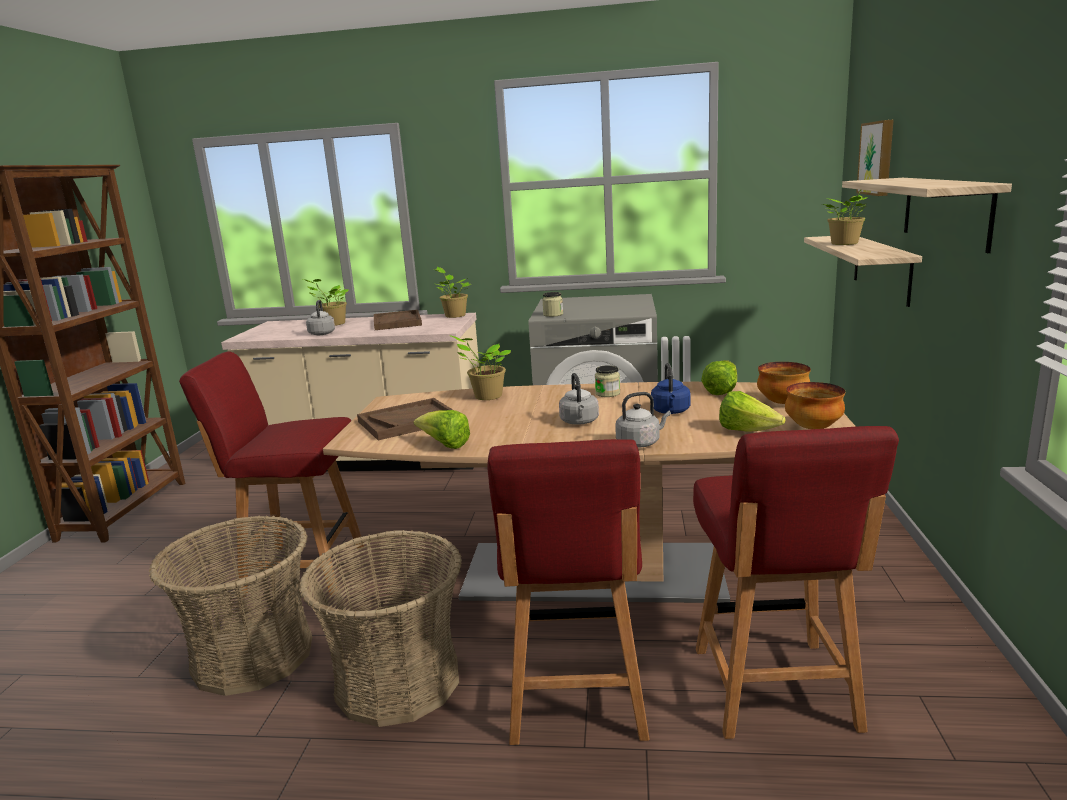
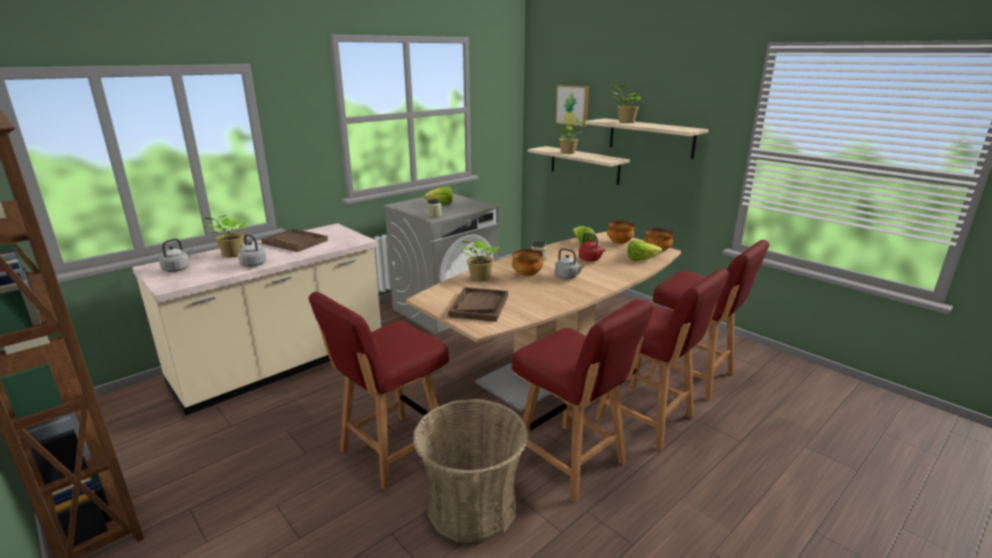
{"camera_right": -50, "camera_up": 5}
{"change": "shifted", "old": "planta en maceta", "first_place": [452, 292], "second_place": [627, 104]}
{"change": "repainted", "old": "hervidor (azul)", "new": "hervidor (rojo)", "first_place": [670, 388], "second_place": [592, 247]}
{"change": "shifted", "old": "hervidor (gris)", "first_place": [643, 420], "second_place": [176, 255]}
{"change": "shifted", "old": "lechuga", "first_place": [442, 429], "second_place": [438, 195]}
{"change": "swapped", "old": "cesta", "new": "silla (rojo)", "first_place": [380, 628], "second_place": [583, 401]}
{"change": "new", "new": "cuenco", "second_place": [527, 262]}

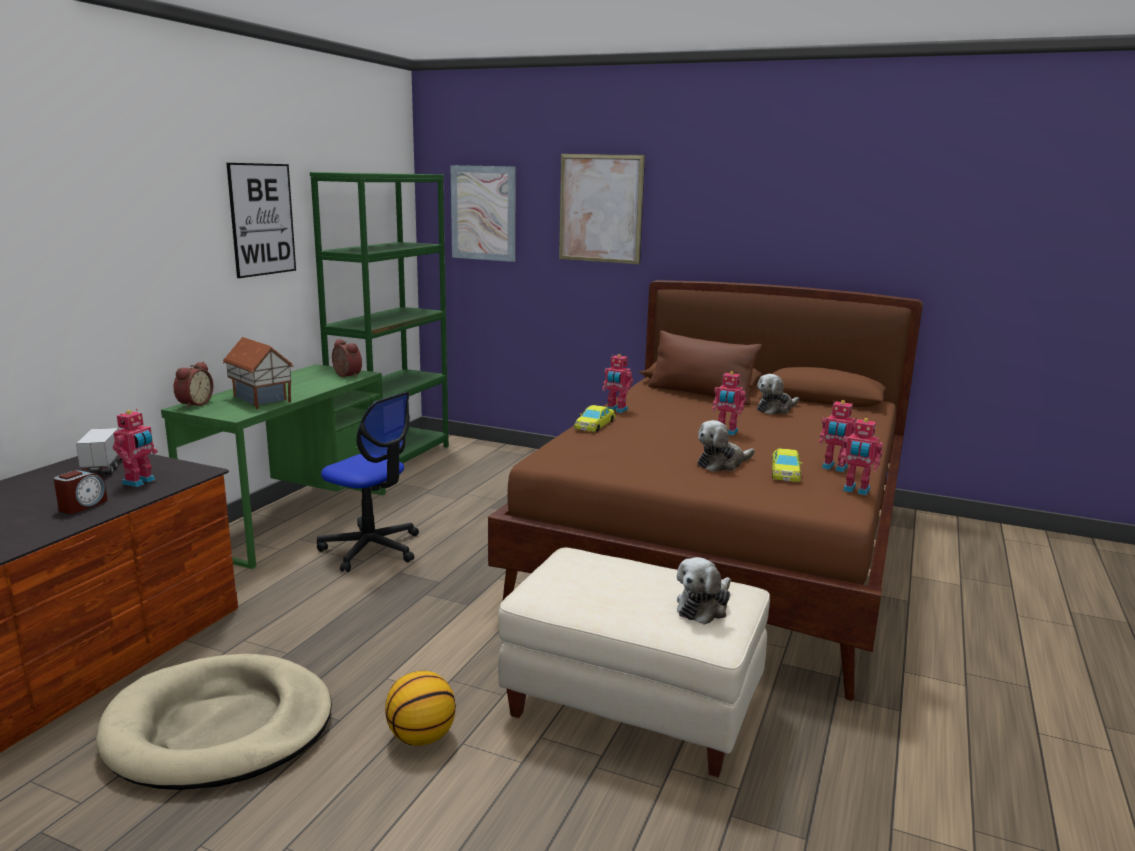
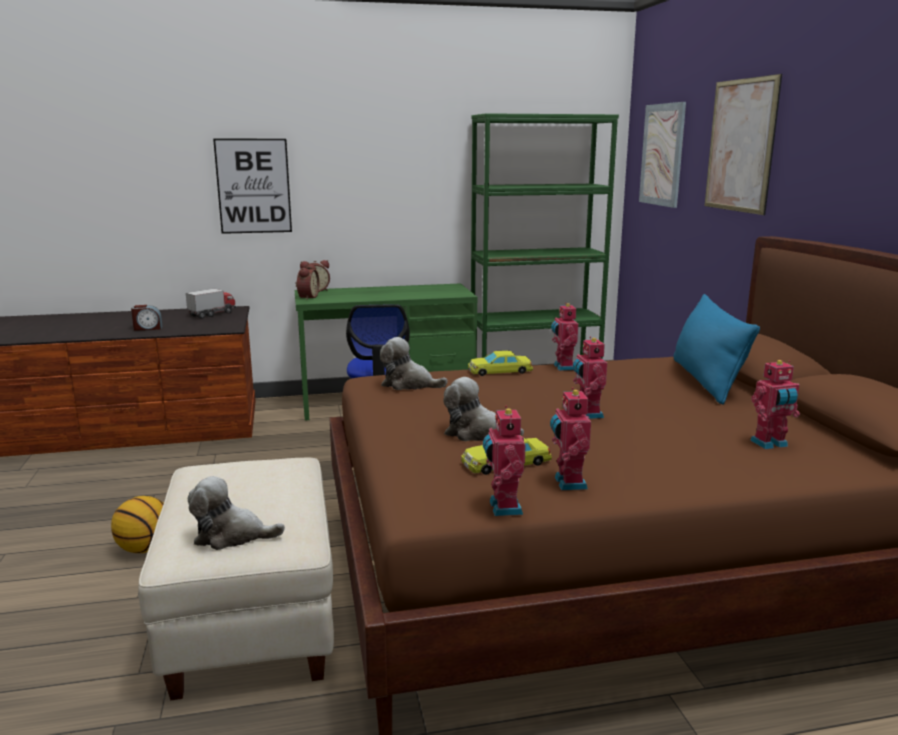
{"camera_right": 55, "camera_up": 0}
{"change": "shifted", "old": "cuadro", "first_place": [261, 220], "second_place": [252, 186]}
{"change": "repainted", "old": "cojín (marrón)", "new": "cojín (azul)", "first_place": [705, 368], "second_place": [717, 349]}
{"change": "gone", "old": "casita", "first_place": [258, 373]}
{"change": "shifted", "old": "despertador", "first_place": [347, 358], "second_place": [307, 282]}
{"change": "shifted", "old": "peluche", "first_place": [778, 394], "second_place": [414, 363]}
{"change": "shifted", "old": "robot de juguete", "first_place": [135, 448], "second_place": [775, 404]}
{"change": "gone", "old": "cama para perro (beis)", "first_place": [214, 722]}

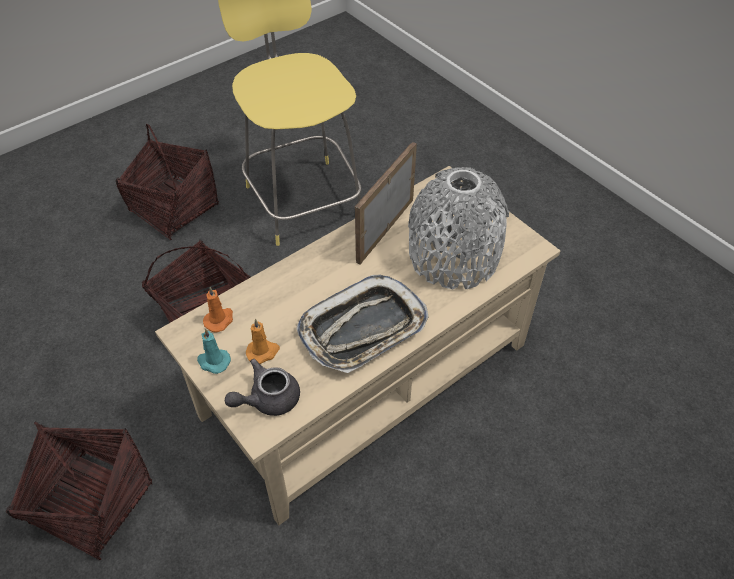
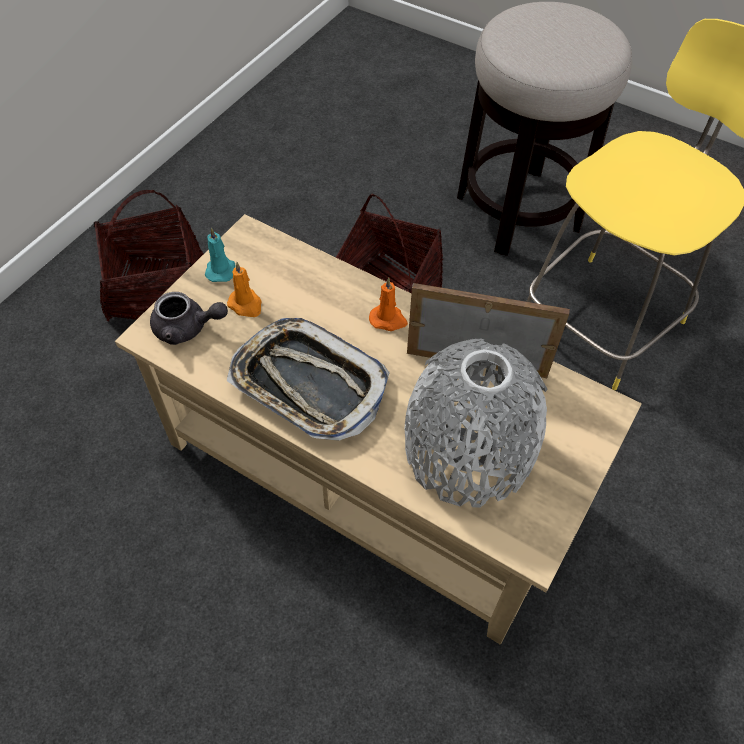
{"camera_right": 70, "camera_up": 5}
{"change": "swapped", "old": "cesta", "new": "taburete", "first_place": [167, 182], "second_place": [544, 129]}
{"change": "shifted", "old": "vela (naranja)", "first_place": [218, 310], "second_place": [388, 304]}
{"change": "rotated", "old": "tetera (gris)", "first_place": [262, 387], "second_place": [189, 318], "degrees": 150}

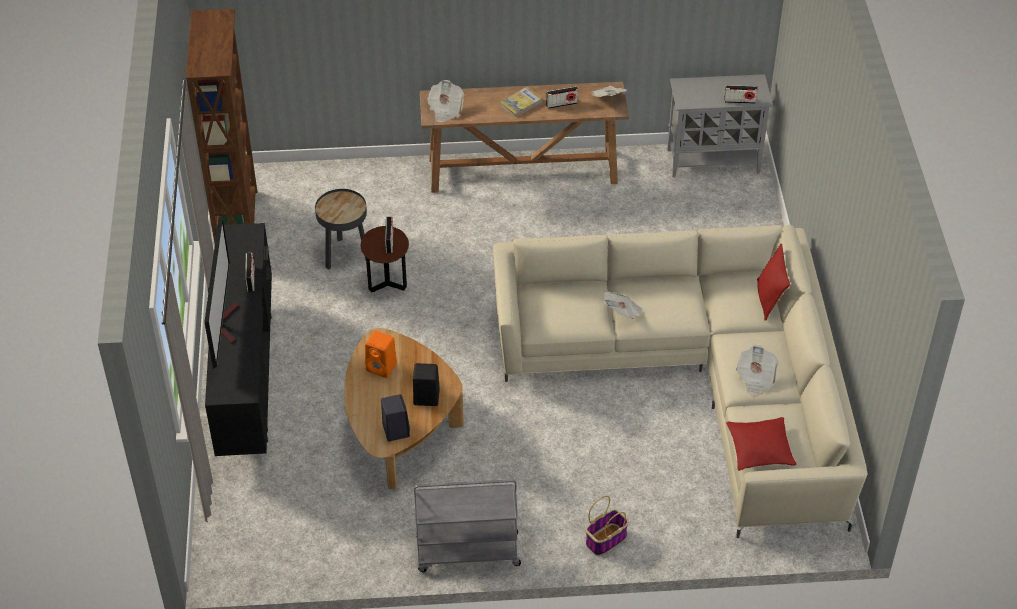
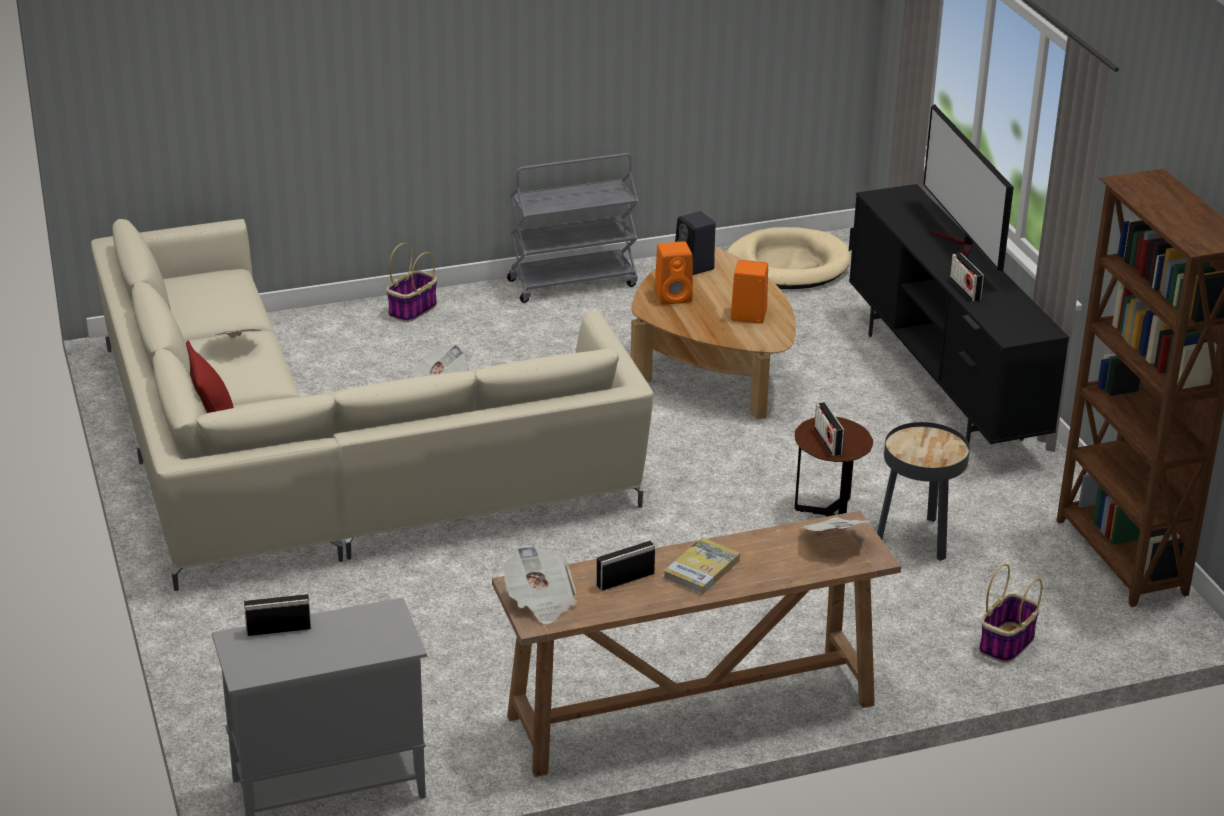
{"camera_right": 165, "camera_up": -15}
{"change": "repainted", "old": "altavoz (negro)", "new": "altavoz (naranja)", "first_place": [426, 384], "second_place": [674, 273]}
{"change": "gone", "old": "cojín (rojo)", "first_place": [761, 444]}
{"change": "new", "new": "cama para perro (beis)", "second_place": [789, 258]}
{"change": "new", "new": "cesta", "second_place": [1011, 613]}

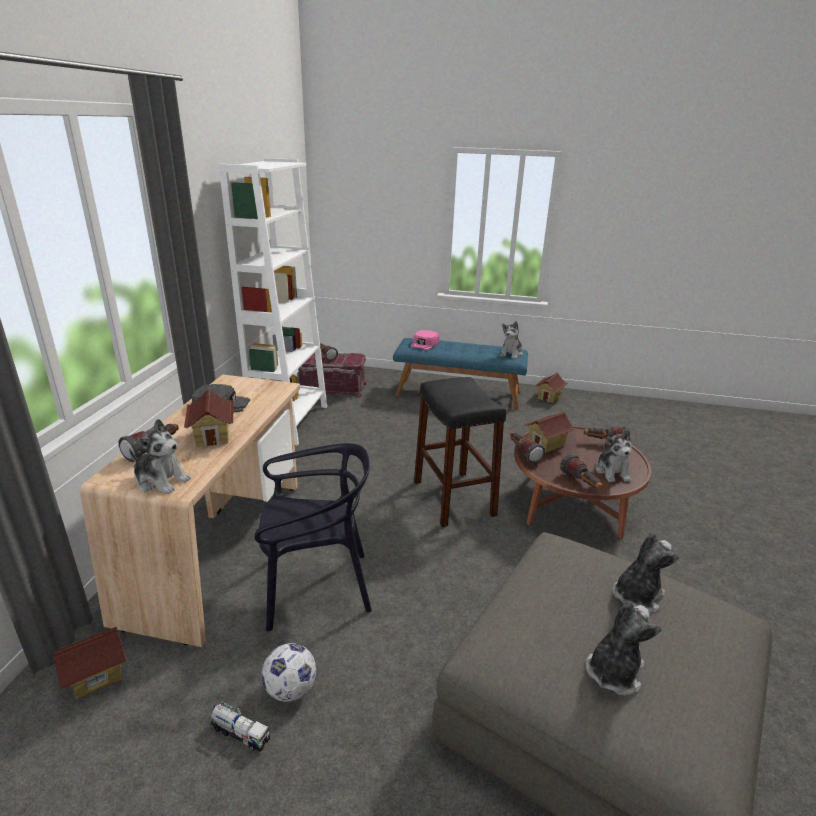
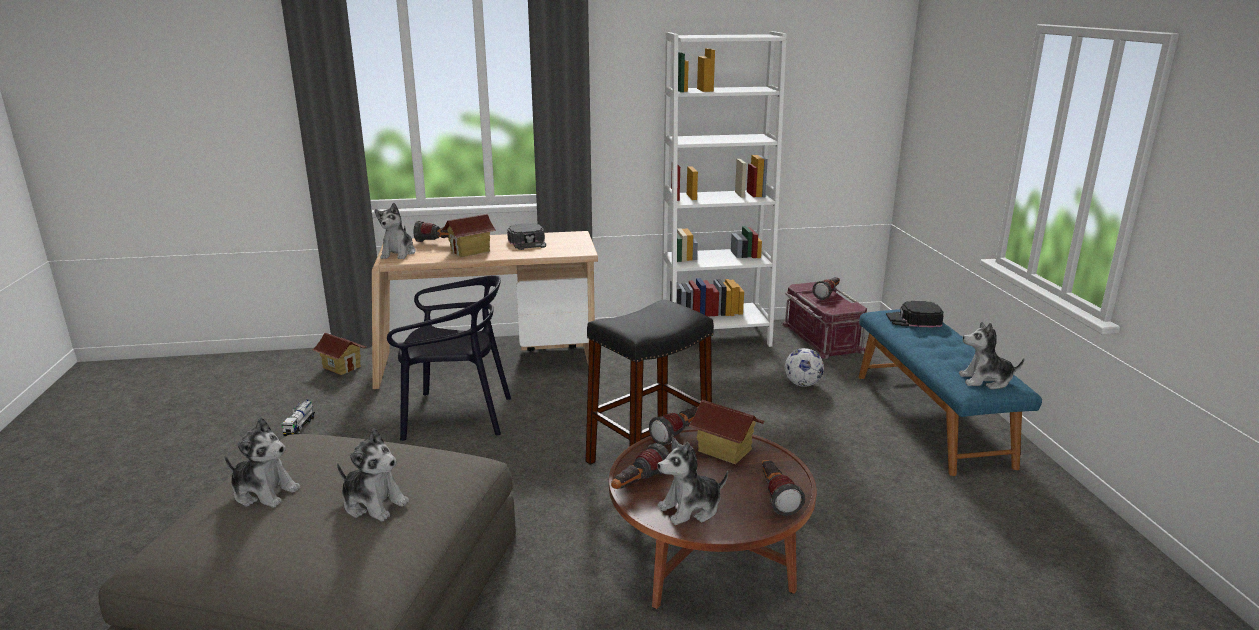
{"camera_right": 70, "camera_up": -5}
{"change": "repainted", "old": "gorra (rosa)", "new": "gorra (negro)", "first_place": [424, 340], "second_place": [914, 314]}
{"change": "gone", "old": "casita", "first_place": [551, 388]}
{"change": "rotated", "old": "silla (negro)", "first_place": [313, 537], "second_place": [449, 358], "degrees": -60}
{"change": "shifted", "old": "balón de fútbol", "first_place": [289, 672], "second_place": [804, 367]}

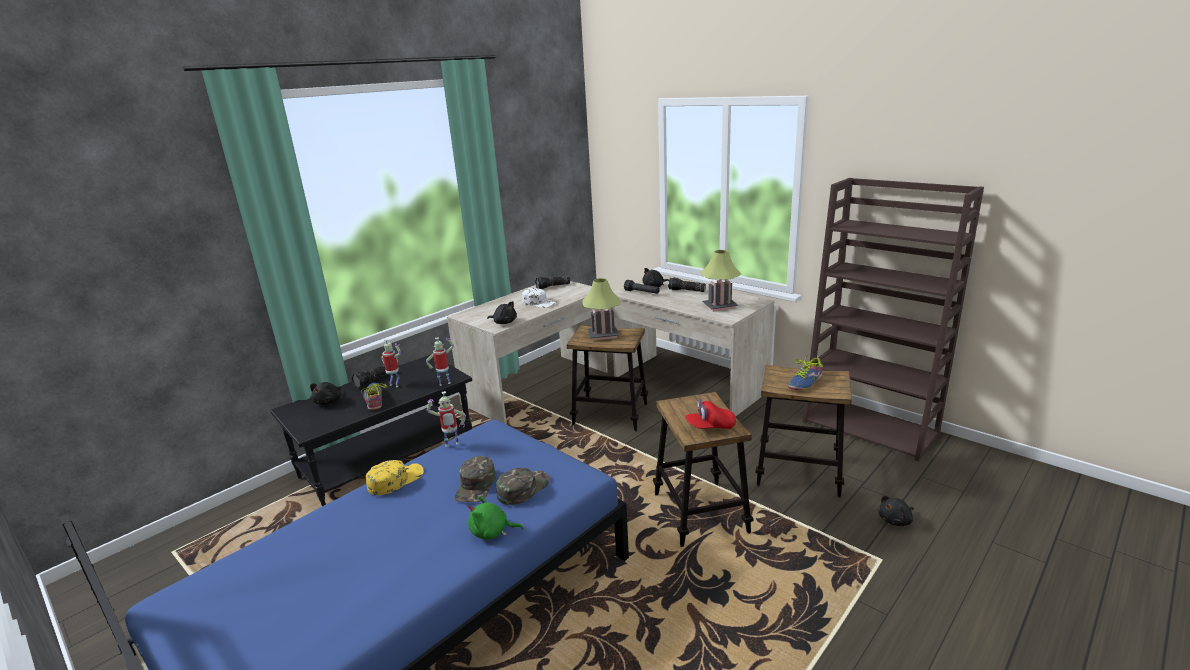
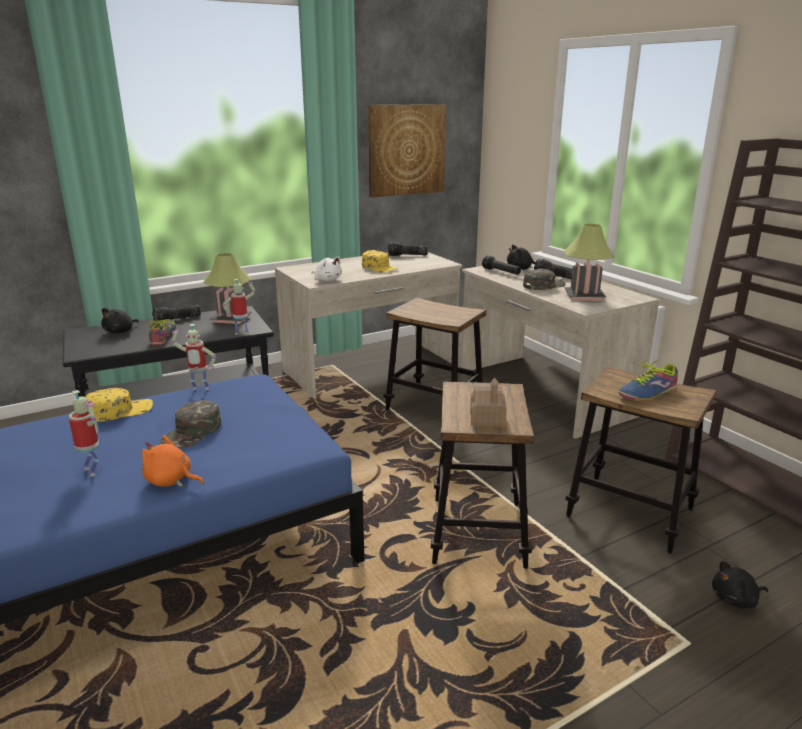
{"camera_right": 15, "camera_up": 0}
{"change": "shifted", "old": "lámpara de mesa", "first_place": [601, 309], "second_place": [227, 288]}
{"change": "repainted", "old": "gorra (blanco)", "new": "gorra (amarillo)", "first_place": [539, 298], "second_place": [379, 261]}
{"change": "repainted", "old": "peluche (negro)", "new": "peluche (blanco)", "first_place": [502, 312], "second_place": [327, 268]}
{"change": "shifted", "old": "robot de juguete", "first_place": [391, 363], "second_place": [84, 433]}
{"change": "swapped", "old": "gorra (rojo)", "new": "casita", "first_place": [710, 414], "second_place": [488, 402]}
{"change": "shifted", "old": "gorra (verde)", "first_place": [523, 486], "second_place": [544, 279]}
{"change": "repainted", "old": "peluche (verde)", "new": "peluche (naranja)", "first_place": [496, 517], "second_place": [173, 461]}
{"change": "new", "new": "cuadro", "second_place": [407, 150]}

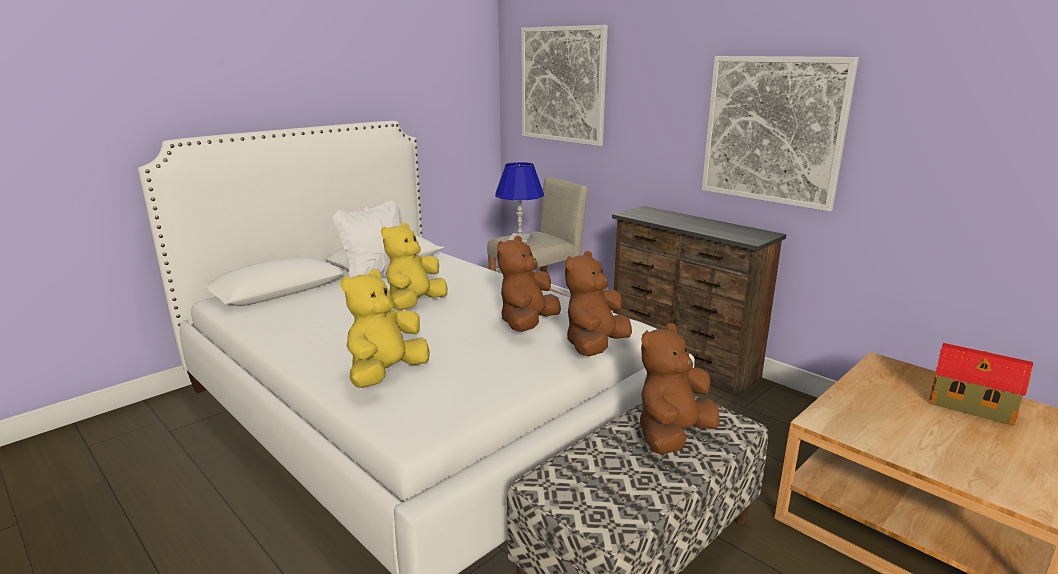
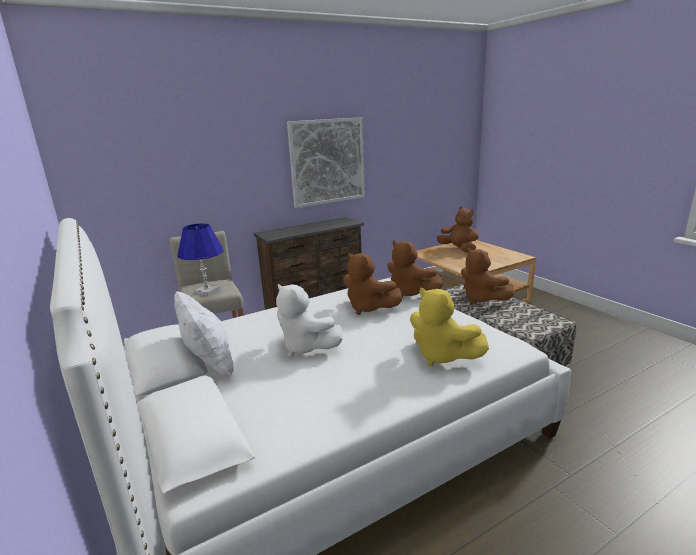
{"camera_right": -75, "camera_up": 0}
{"change": "gone", "old": "cuadro", "first_place": [564, 85]}
{"change": "repainted", "old": "peluche (amarillo)", "new": "peluche (blanco)", "first_place": [414, 266], "second_place": [309, 320]}
{"change": "swapped", "old": "casita", "new": "peluche (marrón)", "first_place": [981, 384], "second_place": [458, 230]}

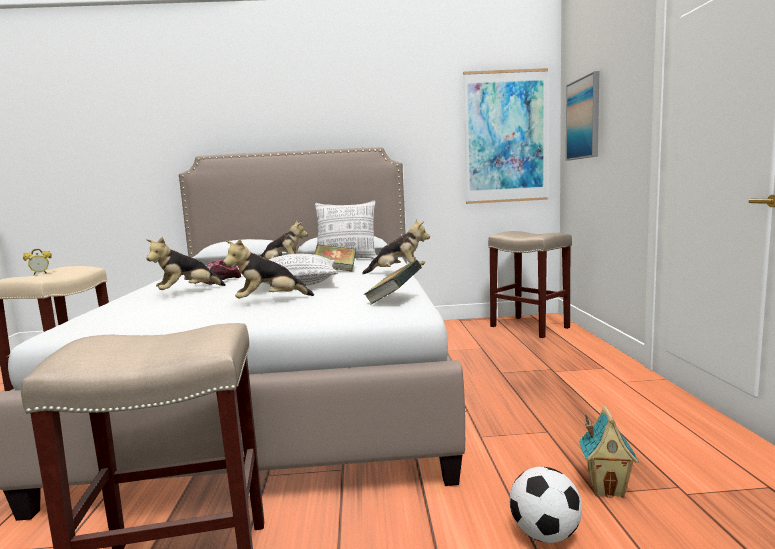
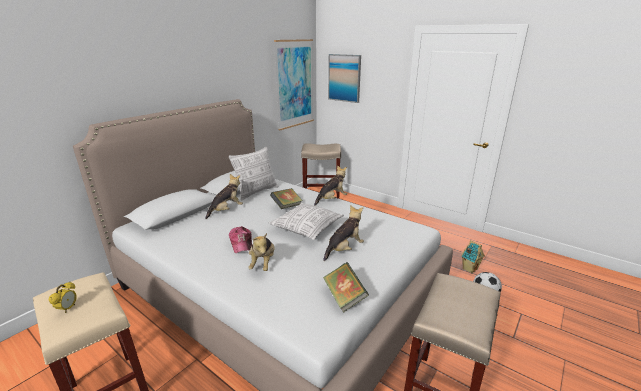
{"camera_right": -50, "camera_up": 15}
{"change": "rotated", "old": "peluche", "first_place": [268, 269], "second_place": [344, 233], "degrees": -150}
{"change": "shifted", "old": "libro", "first_place": [392, 282], "second_place": [346, 287]}

